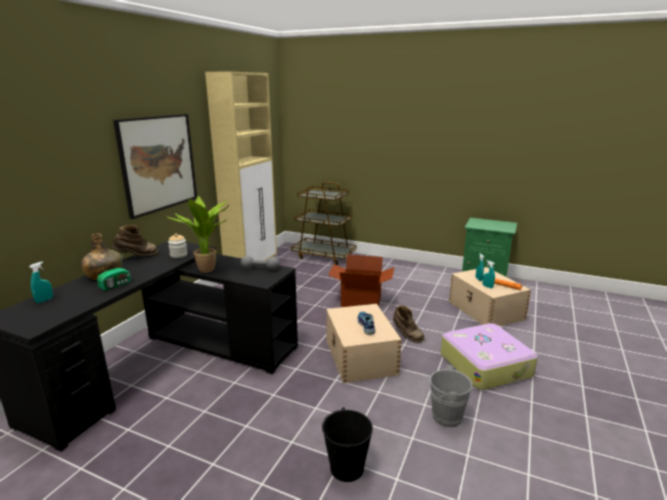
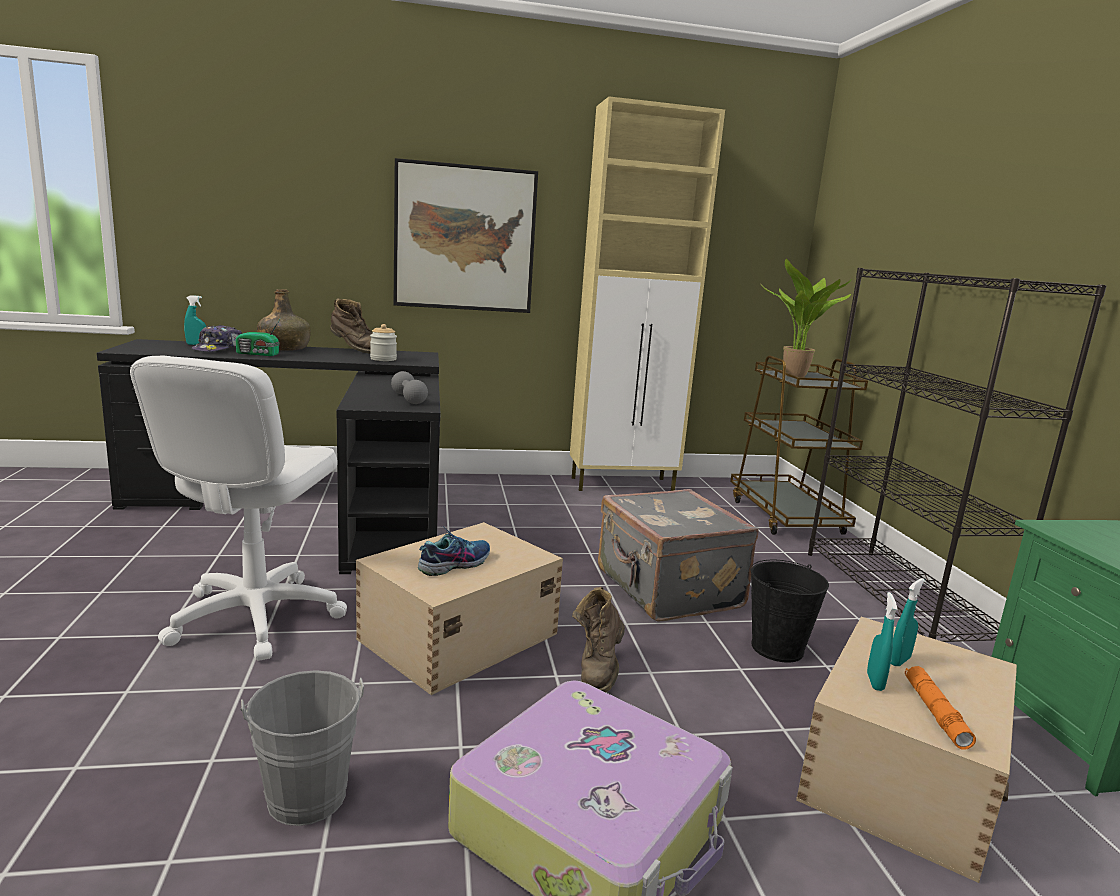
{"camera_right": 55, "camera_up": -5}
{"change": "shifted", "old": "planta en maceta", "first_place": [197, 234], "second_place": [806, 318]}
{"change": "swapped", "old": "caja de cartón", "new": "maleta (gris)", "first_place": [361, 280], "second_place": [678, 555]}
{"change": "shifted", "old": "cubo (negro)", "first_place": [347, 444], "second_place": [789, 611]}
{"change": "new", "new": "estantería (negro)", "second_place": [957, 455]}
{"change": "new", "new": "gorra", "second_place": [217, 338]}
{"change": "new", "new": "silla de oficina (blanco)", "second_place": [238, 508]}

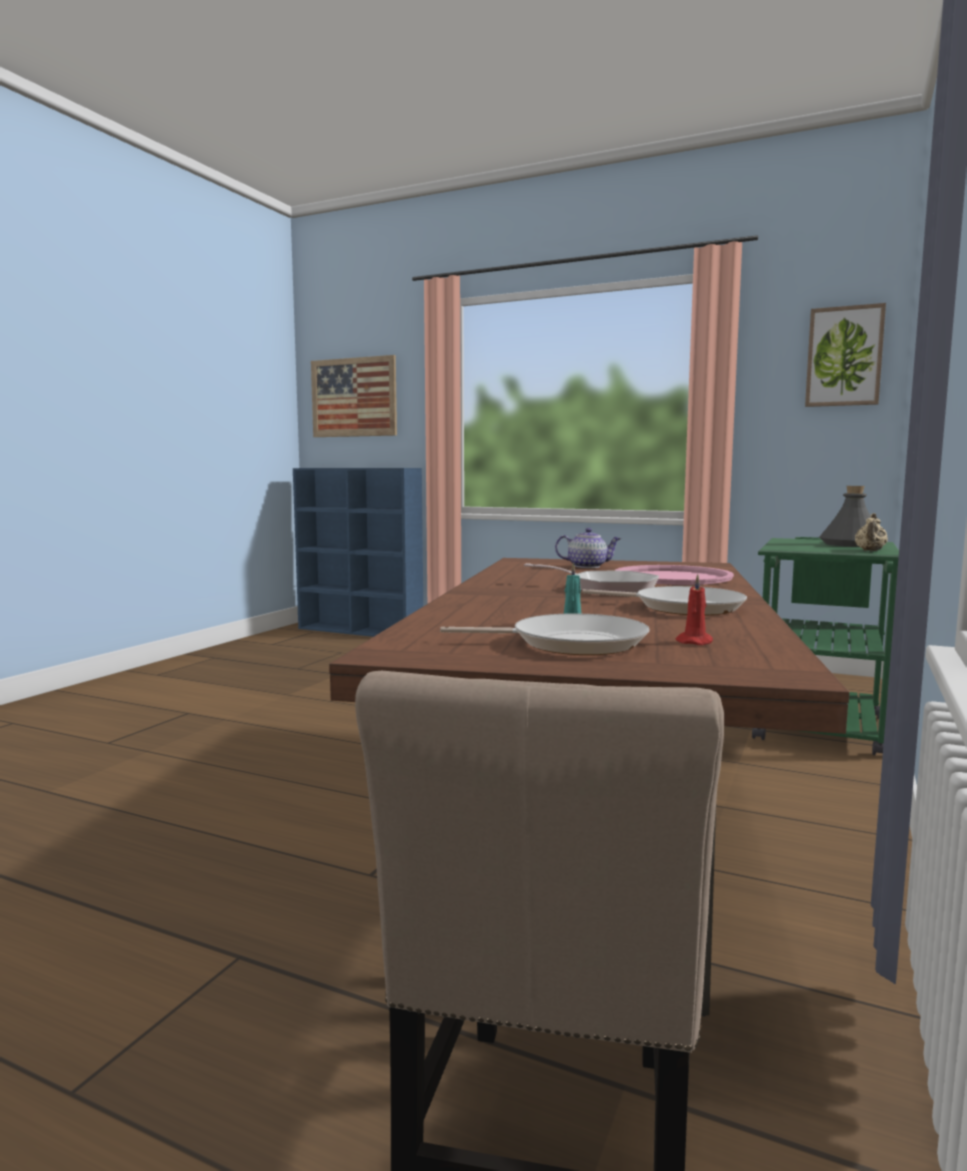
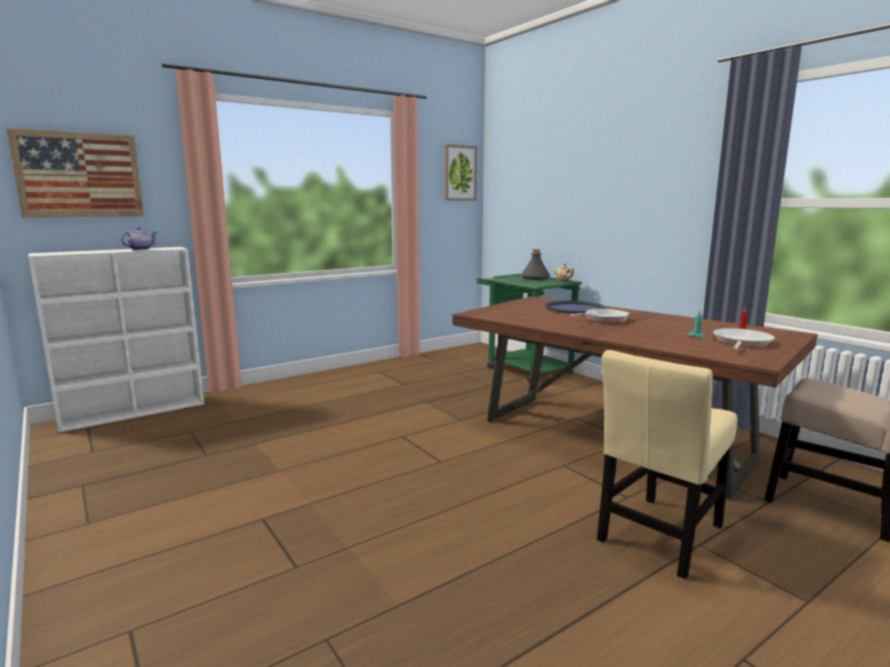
{"camera_right": -60, "camera_up": 5}
{"change": "repainted", "old": "estantería (azul)", "new": "estantería (blanco)", "first_place": [358, 552], "second_place": [116, 339]}
{"change": "shifted", "old": "tetera", "first_place": [588, 548], "second_place": [139, 238]}
{"change": "repainted", "old": "bandeja (rosa)", "new": "bandeja (azul)", "first_place": [674, 575], "second_place": [575, 307]}
{"change": "gone", "old": "sartén", "first_place": [664, 600]}
{"change": "new", "new": "silla (beis)", "second_place": [667, 464]}

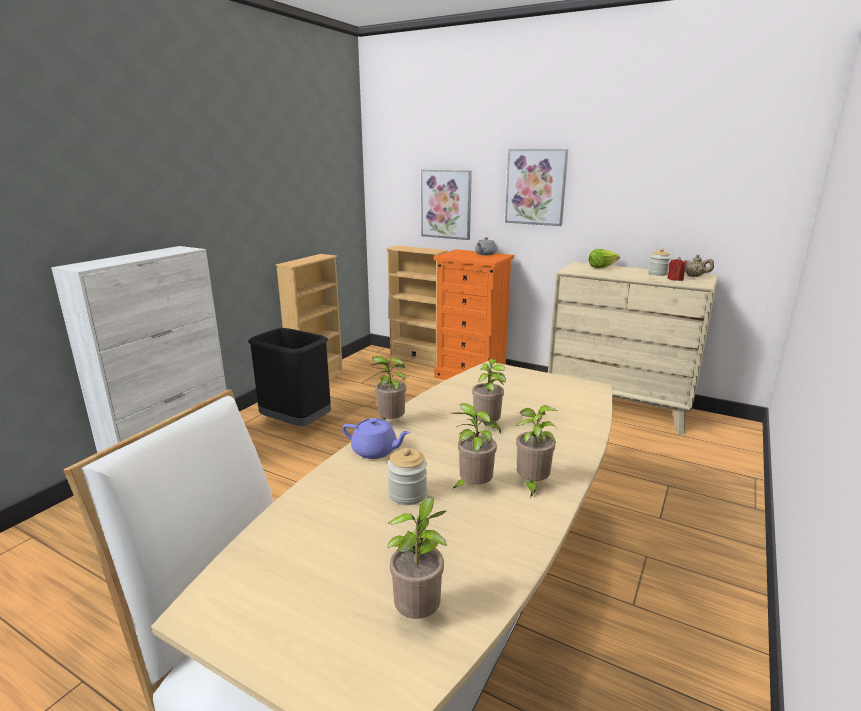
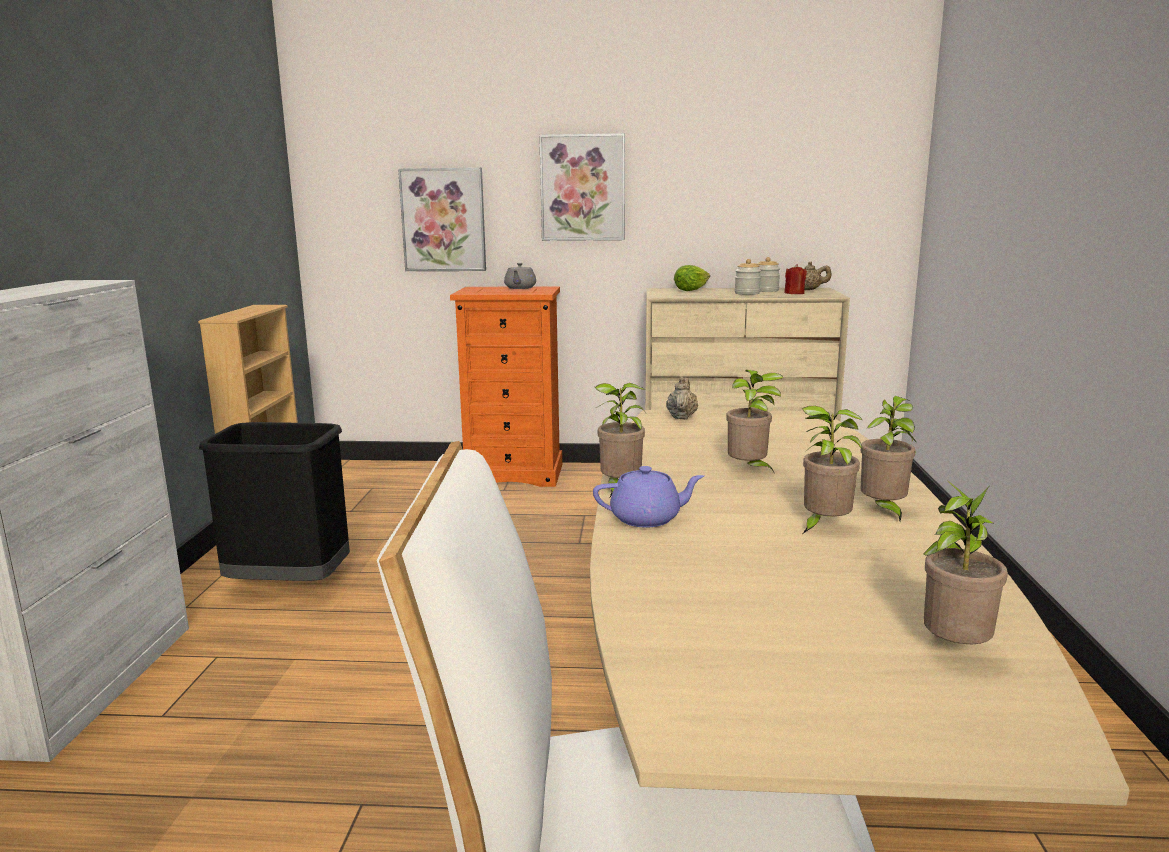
{"camera_right": -25, "camera_up": -5}
{"change": "gone", "old": "estantería (beis)", "first_place": [417, 306]}
{"change": "shifted", "old": "tarro", "first_place": [407, 476], "second_place": [748, 277]}
{"change": "new", "new": "tetera (beis)", "second_place": [682, 398]}

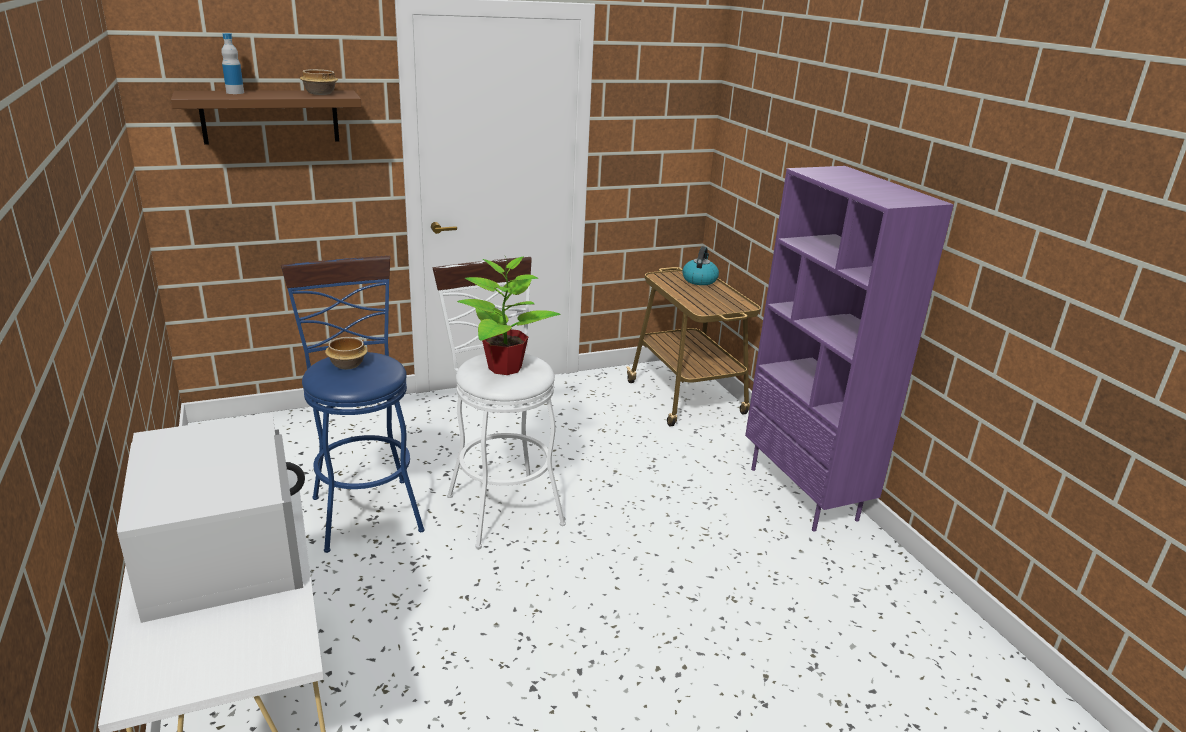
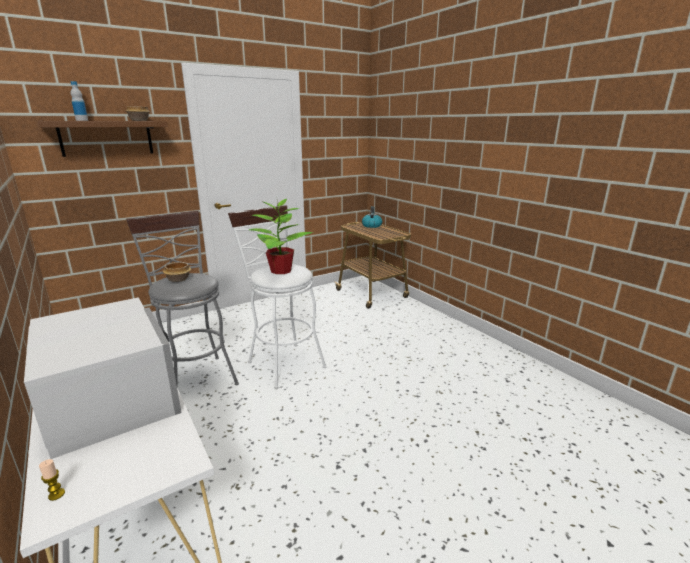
{"camera_right": -10, "camera_up": -5}
{"change": "gone", "old": "estantería (morado)", "first_place": [849, 349]}
{"change": "repainted", "old": "taburete (azul)", "new": "taburete (gris)", "first_place": [352, 404], "second_place": [182, 299]}
{"change": "new", "new": "vela", "second_place": [52, 480]}

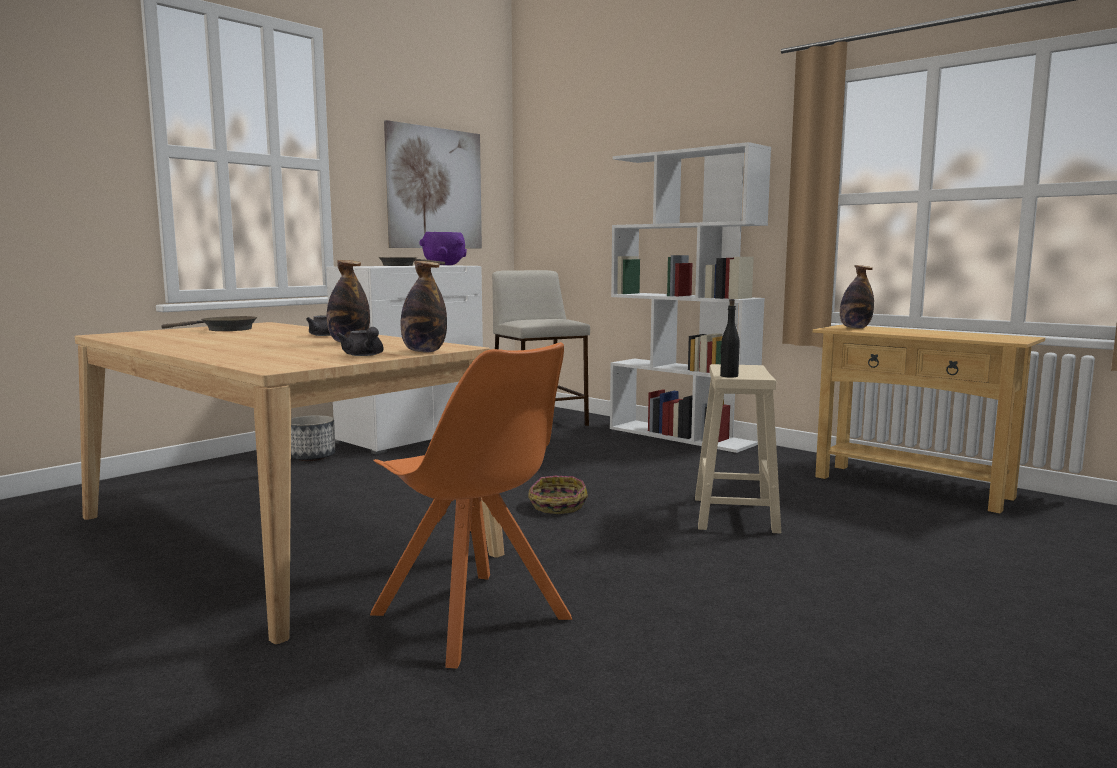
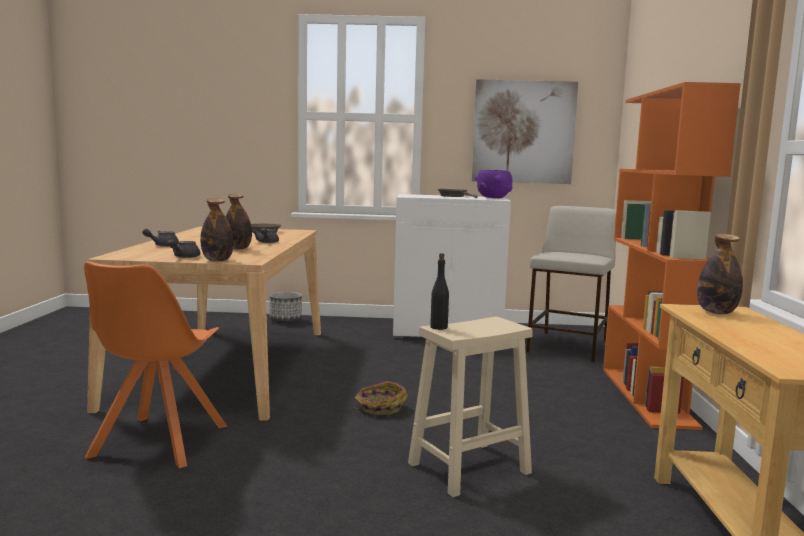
{"camera_right": 50, "camera_up": 0}
{"change": "repainted", "old": "estantería (blanco)", "new": "estantería (naranja)", "first_place": [690, 297], "second_place": [672, 256]}
{"change": "shifted", "old": "maceta", "first_place": [313, 438], "second_place": [285, 307]}
{"change": "new", "new": "tetera (gris)", "second_place": [160, 238]}

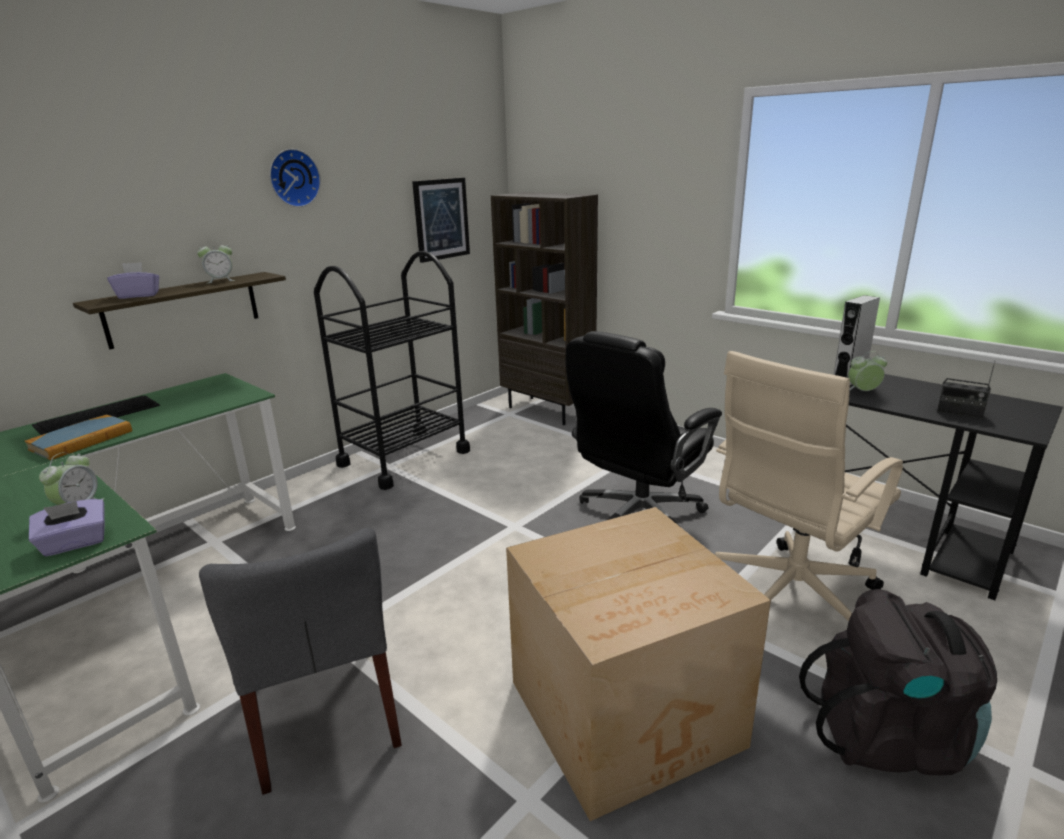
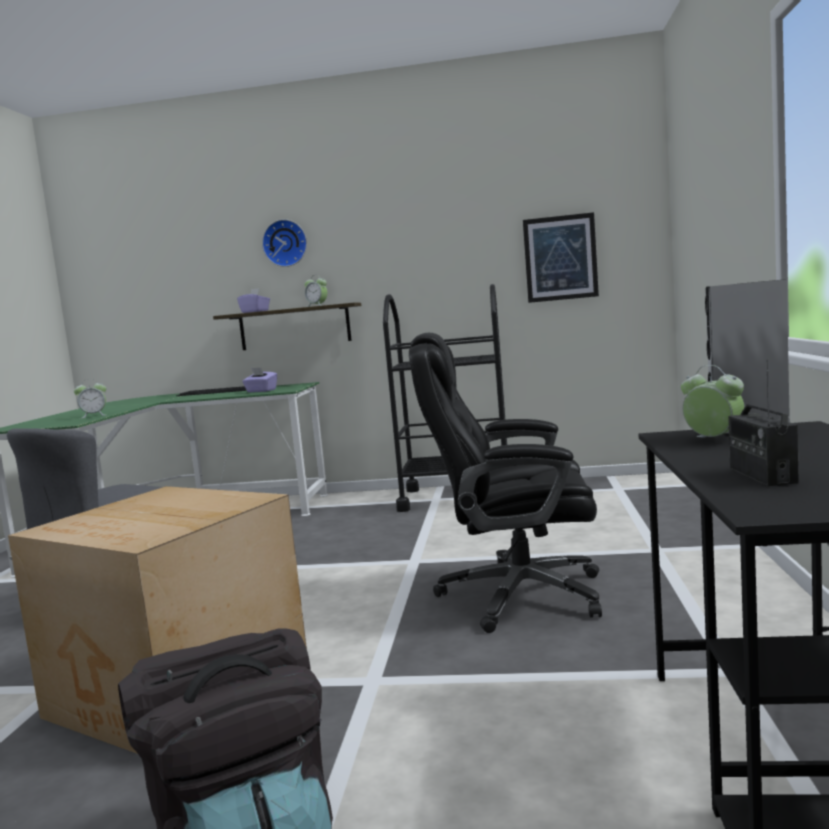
{"camera_right": 55, "camera_up": -15}
{"change": "shifted", "old": "reloj de pared", "first_place": [295, 178], "second_place": [284, 243]}
{"change": "gone", "old": "estantería (marrón)", "first_place": [544, 308]}
{"change": "gone", "old": "silla de oficina (beis)", "first_place": [809, 486]}
{"change": "gone", "old": "libro", "first_place": [78, 437]}
{"change": "shifted", "old": "caja de pañuelos (morado)", "first_place": [67, 528], "second_place": [259, 380]}

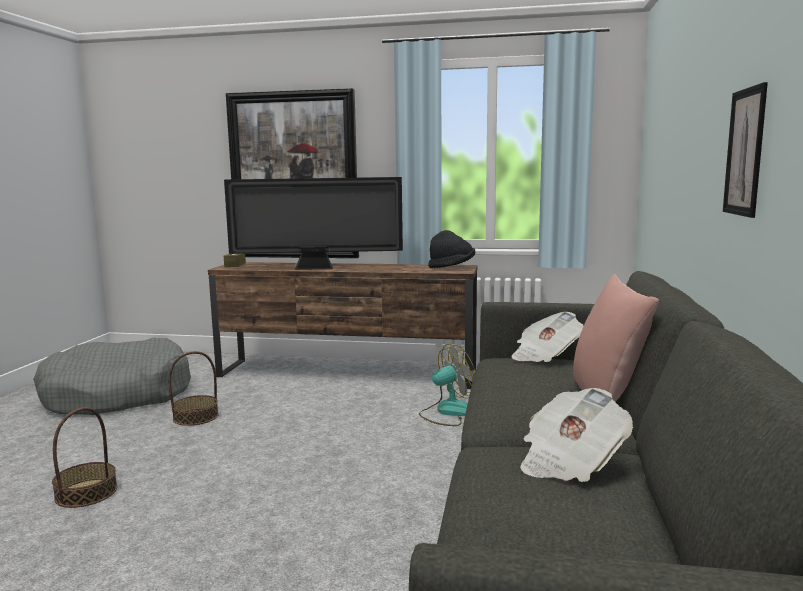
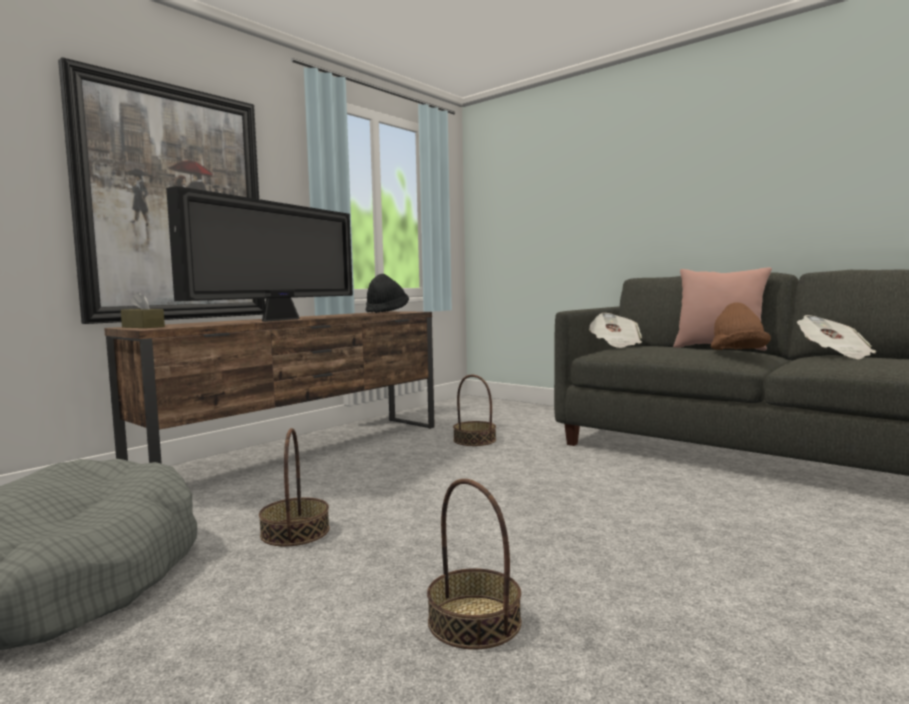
{"camera_right": -60, "camera_up": -5}
{"change": "gone", "old": "cuadro", "first_place": [745, 150]}
{"change": "swapped", "old": "ventilador", "new": "cesta", "first_place": [447, 385], "second_place": [474, 410]}
{"change": "new", "new": "sombrero (marrón)", "second_place": [741, 326]}

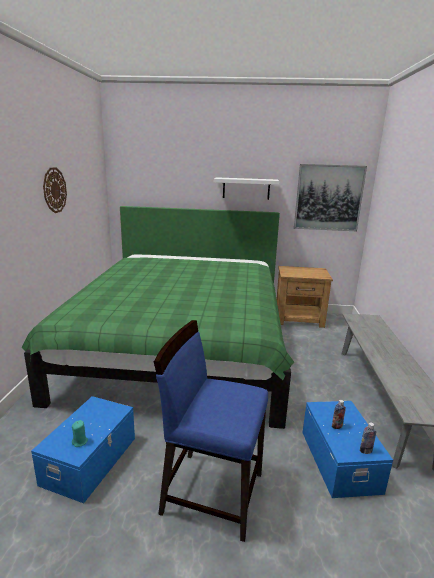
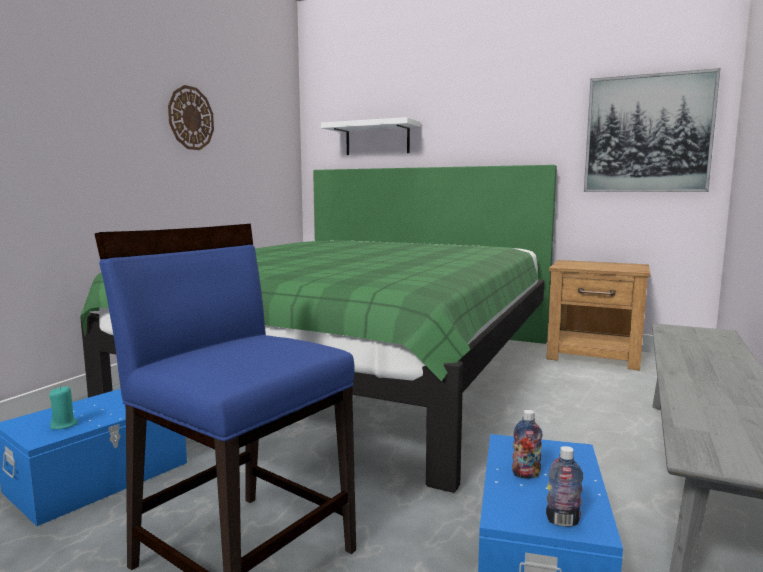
{"camera_right": 20, "camera_up": -10}
{"change": "shifted", "old": "estante (blanco)", "first_place": [246, 188], "second_place": [370, 136]}

